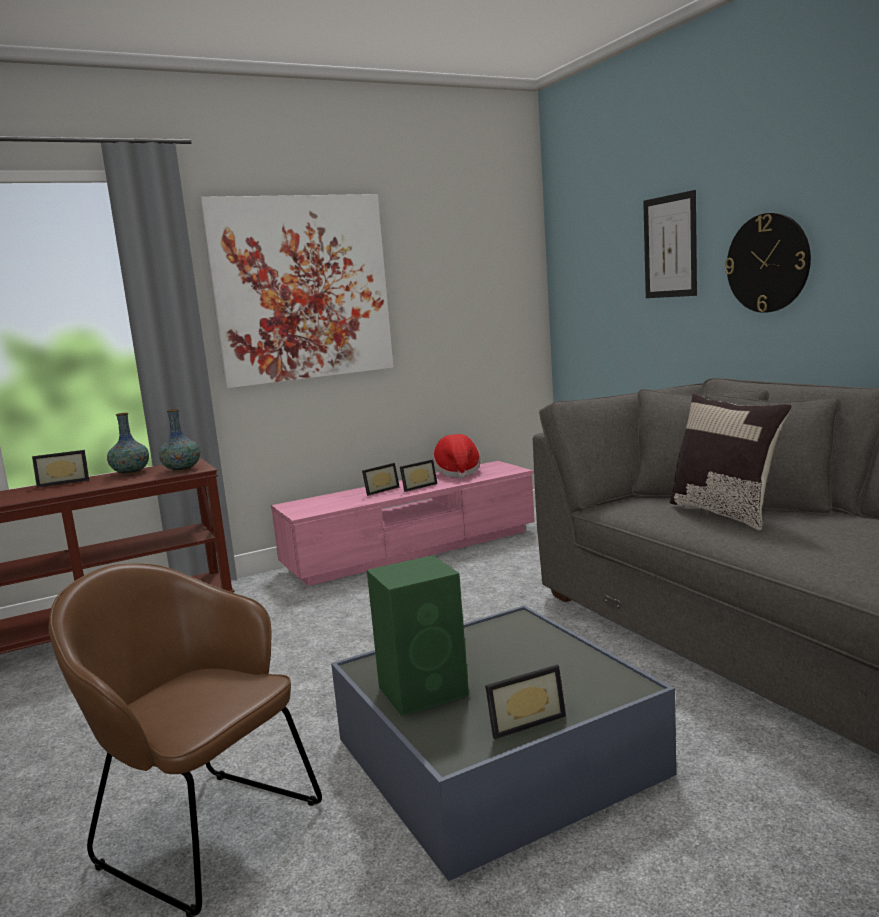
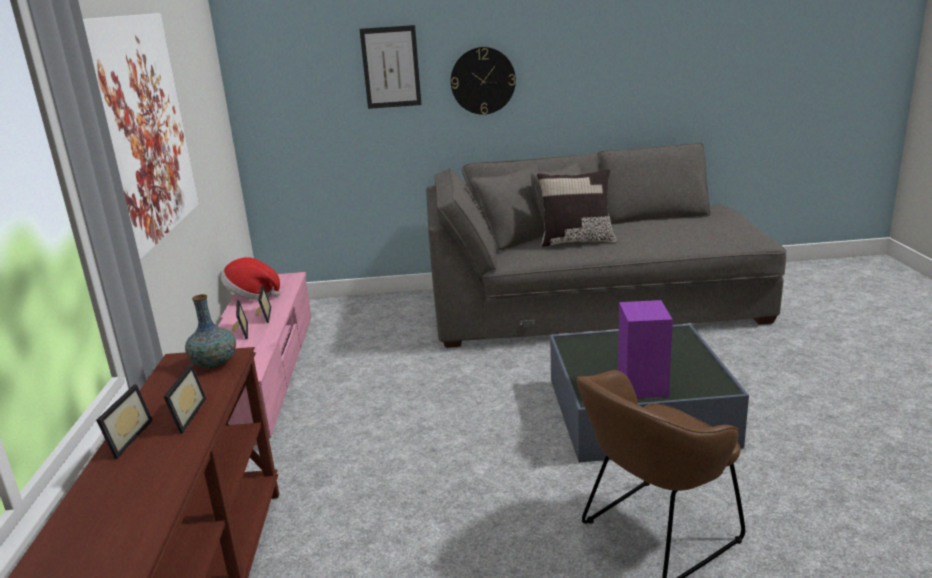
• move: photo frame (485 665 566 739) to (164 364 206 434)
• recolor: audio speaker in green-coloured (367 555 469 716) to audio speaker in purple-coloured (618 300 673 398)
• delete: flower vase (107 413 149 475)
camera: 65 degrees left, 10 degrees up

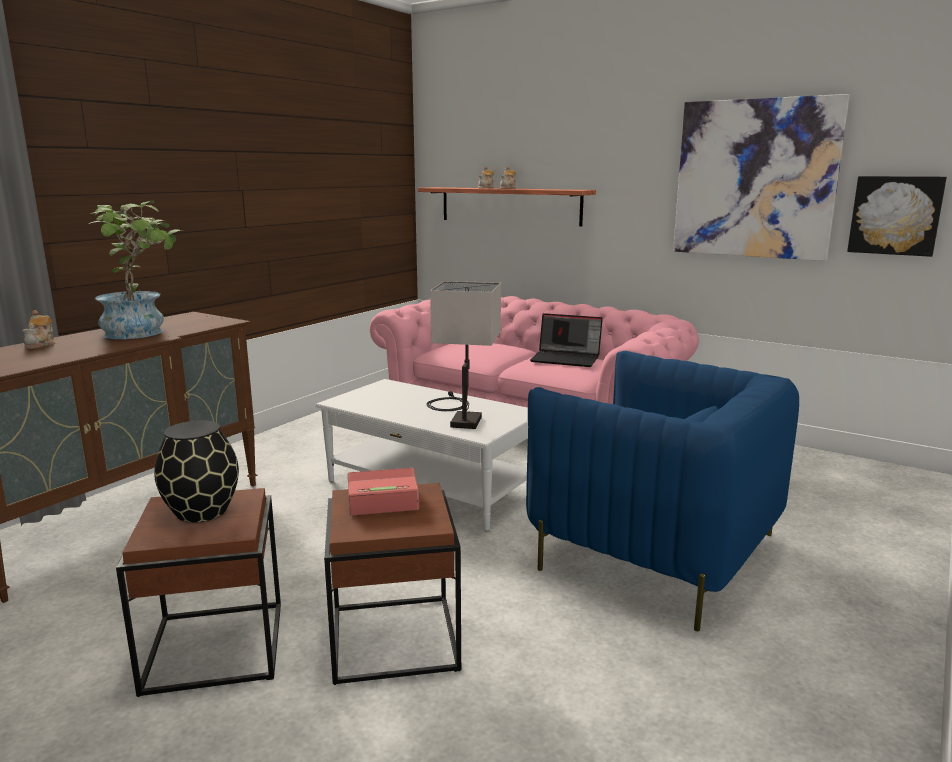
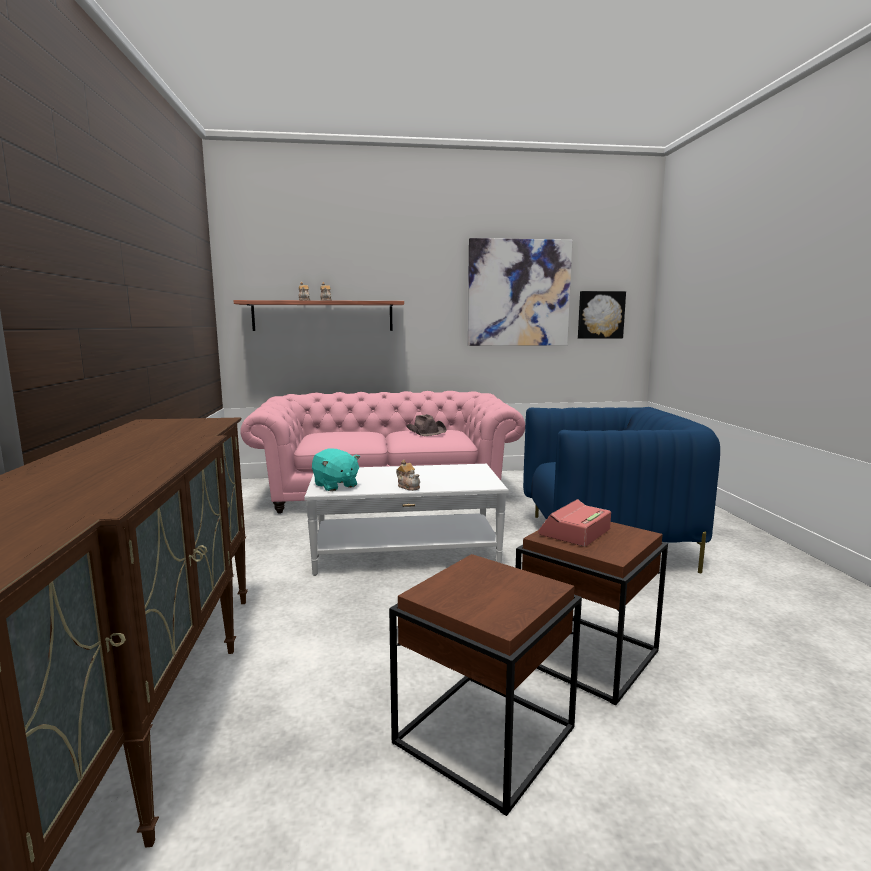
• insert: cuddly toy in turquoise (312 448 360 491)
• move: tea pot (22 310 55 349) to (396 460 420 491)
• replace: portable computer (530 313 603 367) to hat in brown-coloured (406 414 447 436)
• delete: plant in a pot (89 200 184 339)
• delete: flower vase in black (154 420 239 523)
• delete: lamp for a table (426 281 501 429)
camera: 40 degrees left, 5 degrees down

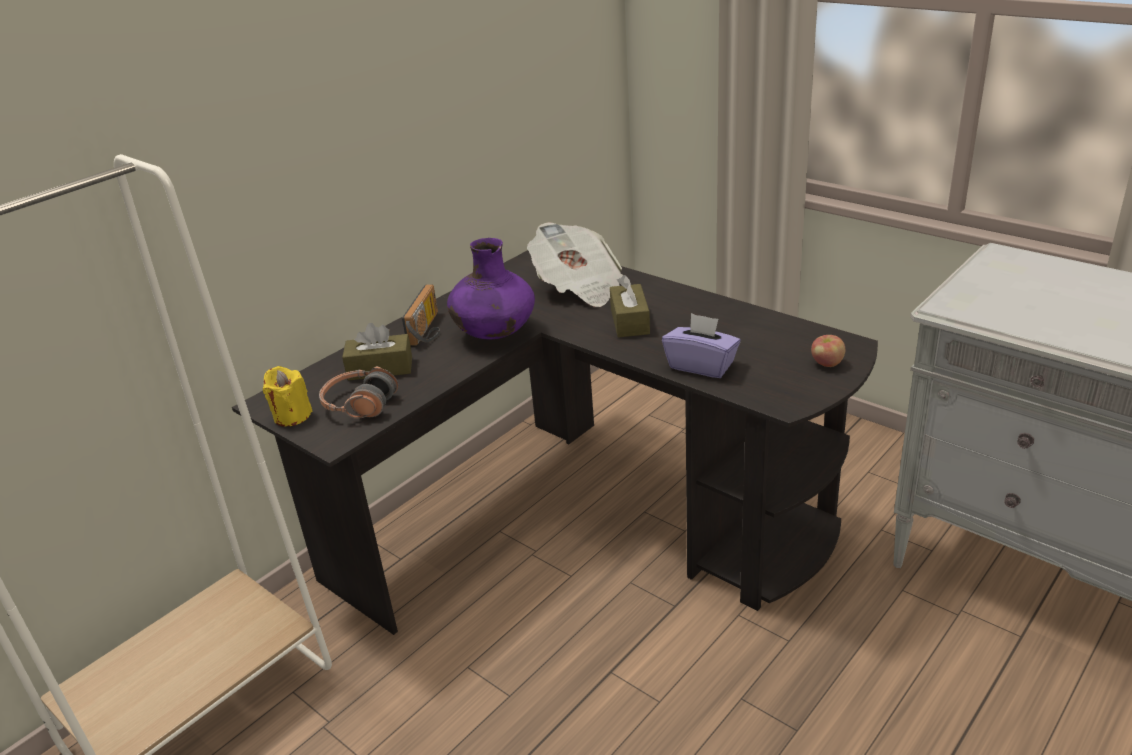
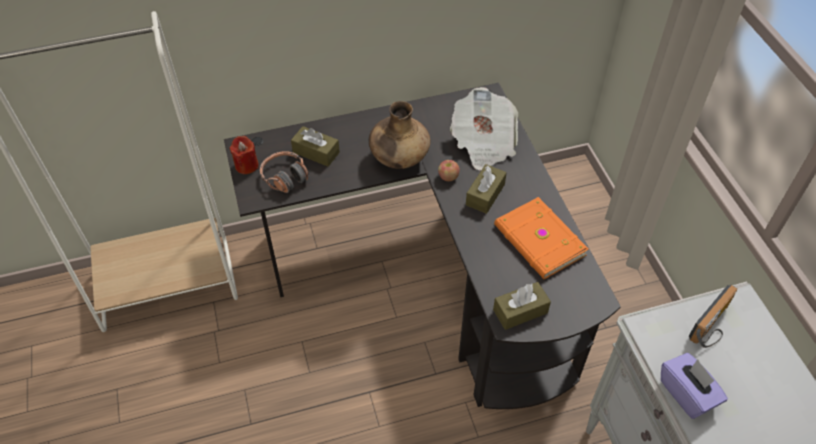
• recolor: candle in yellowish (262 366 312 426) to candle in red-coloured (229 136 259 174)
• recolor: flower vase in purple-coloured (447 238 535 339) to flower vase in brown-coloured (369 101 430 169)
• move: apple (811 335 845 367) to (438 160 460 181)
• insert: tissue box in brown-coloured (493 282 551 330)
• insert: volume in orange (494 197 589 279)
• move: tissue box in purple-coloured (662 313 741 378) to (661 353 728 419)
• move: radio set (402 284 440 346) to (689 285 738 348)
camera: 30 degrees right, 20 degrees up

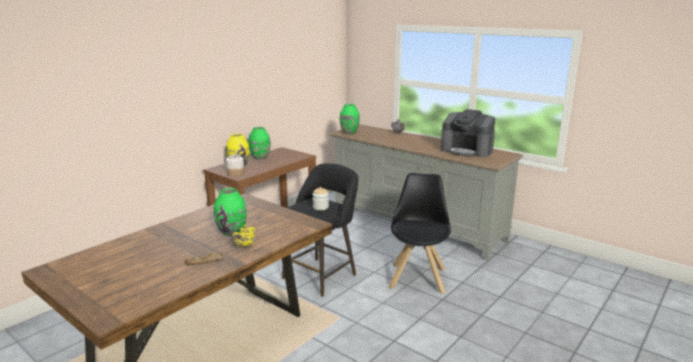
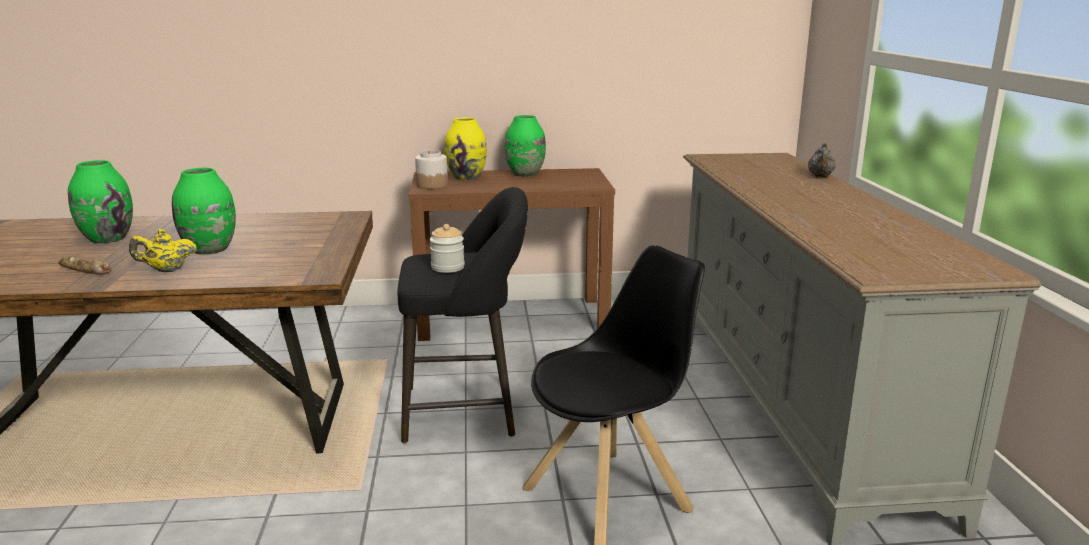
• move: flower vase in green-coloured (340 104 360 134) to (68 160 133 244)
• delete: coffee machine (441 109 495 157)
camera: 45 degrees right, 0 degrees up

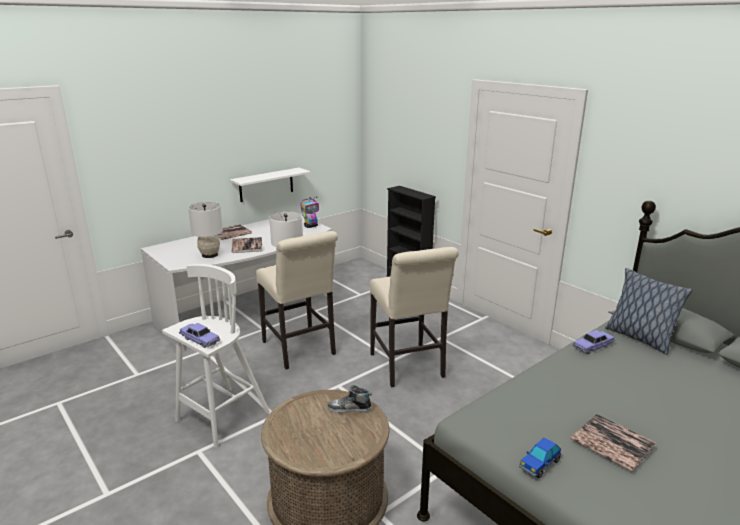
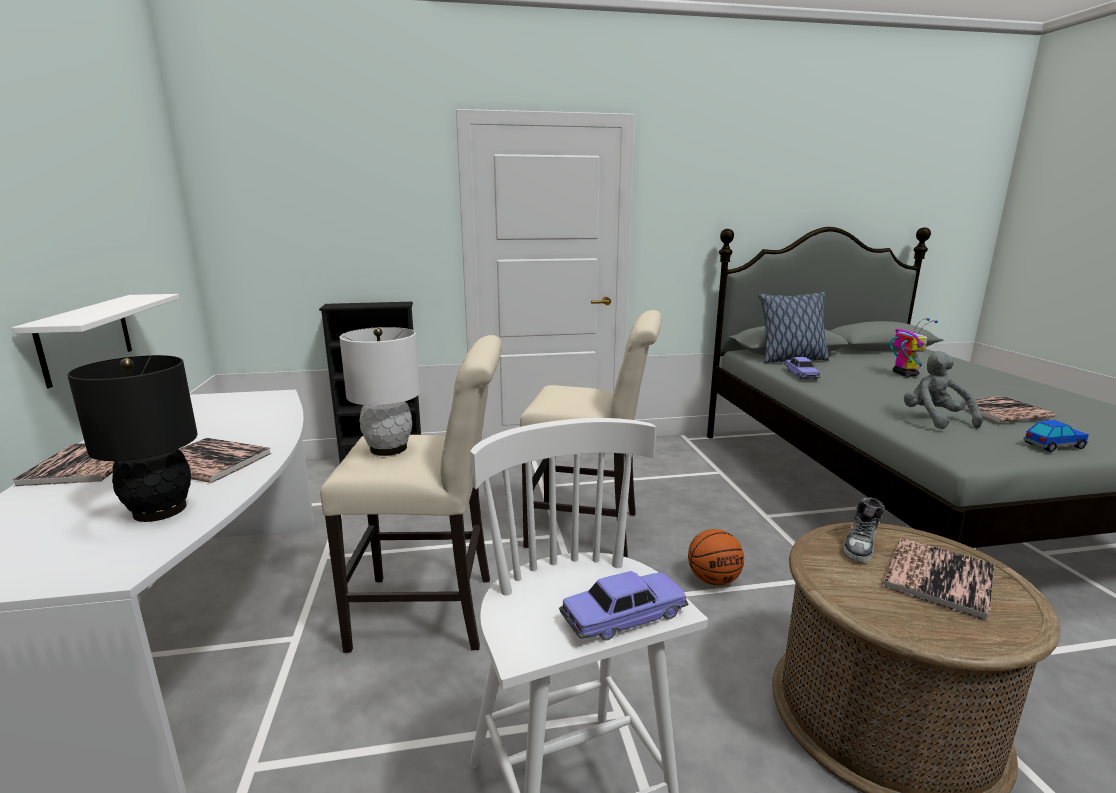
• recolor: lamp for a table in whitish (188 202 223 258) to lamp for a table in black (67 355 198 522)
• insert: ball for basketball (688 529 744 586)
• insert: volume (882 538 995 621)
• move: toy robot (301 197 319 228) to (890 318 938 377)
• insert: cuddly toy in gray (904 351 983 429)
• rotate: toy car (519 437 561 478) = (1023 420 1089 452) 90 degrees counterclockwise
camera: 60 degrees left, 5 degrees down

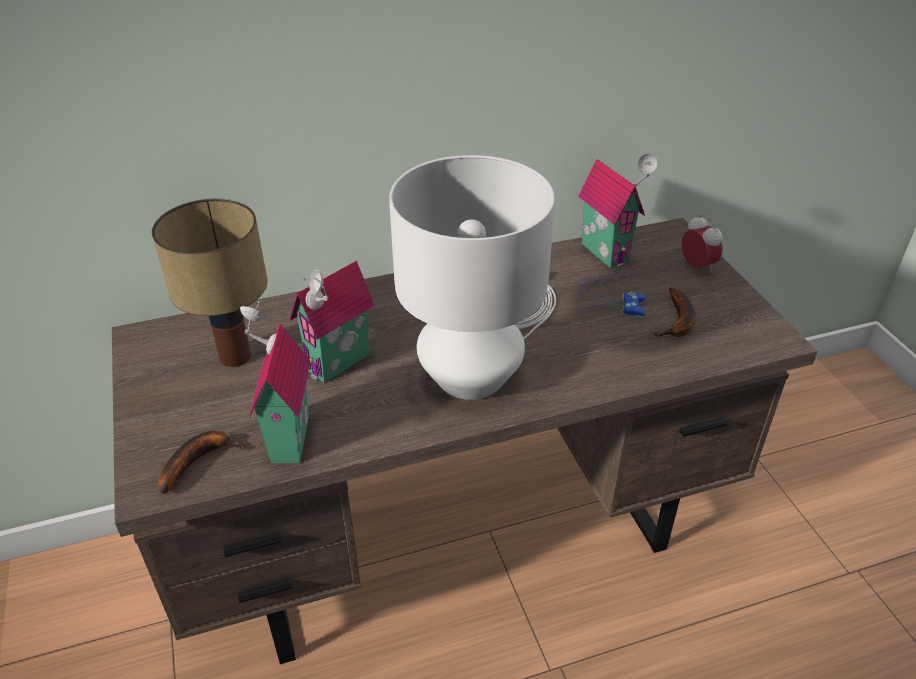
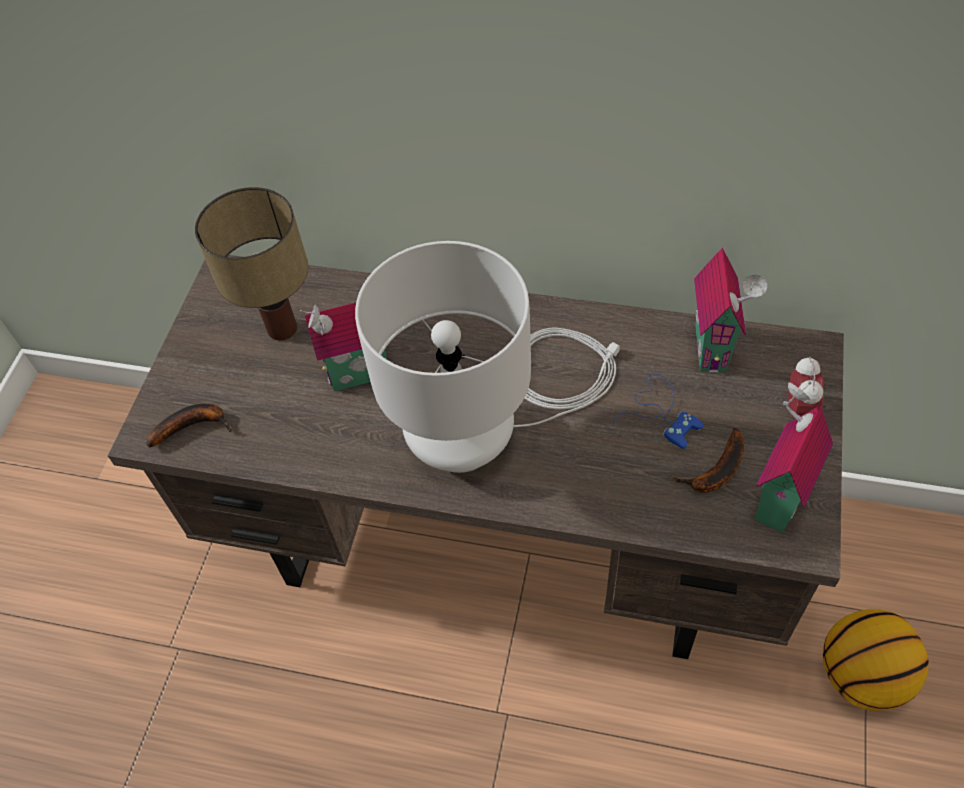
• move: toy house (240 301 310 464) to (755 381 833 533)
• insert: ball for basketball (823 609 929 711)
camera: 35 degrees right, 15 degrees up

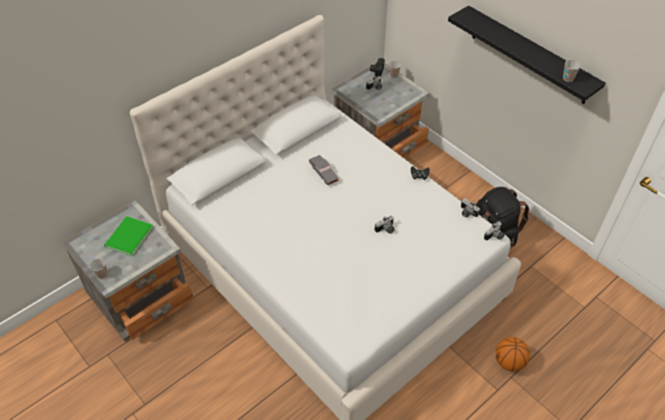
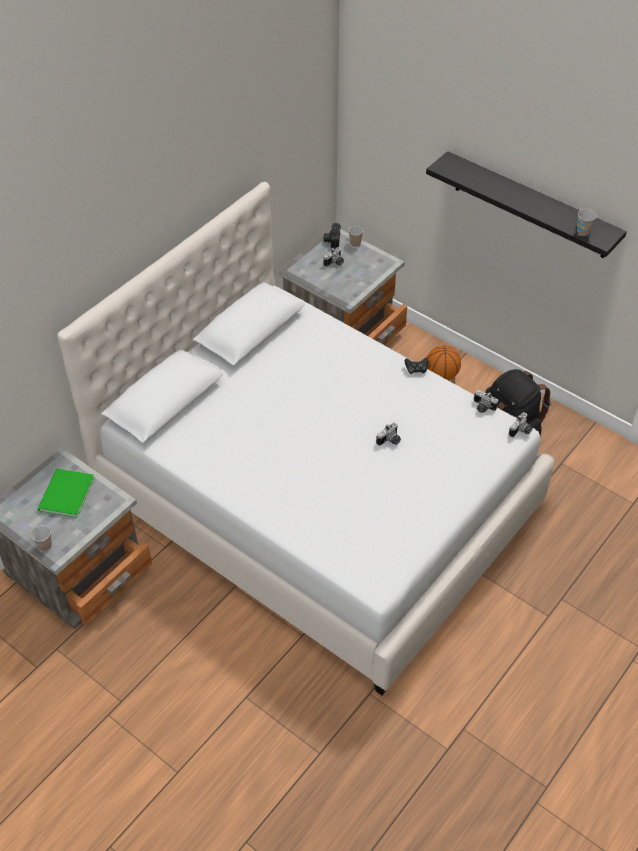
• move: ball for basketball (495 337 530 372) to (427 345 461 380)
• delete: toy car in gray (309 155 339 185)
camera: 10 degrees left, 0 degrees up

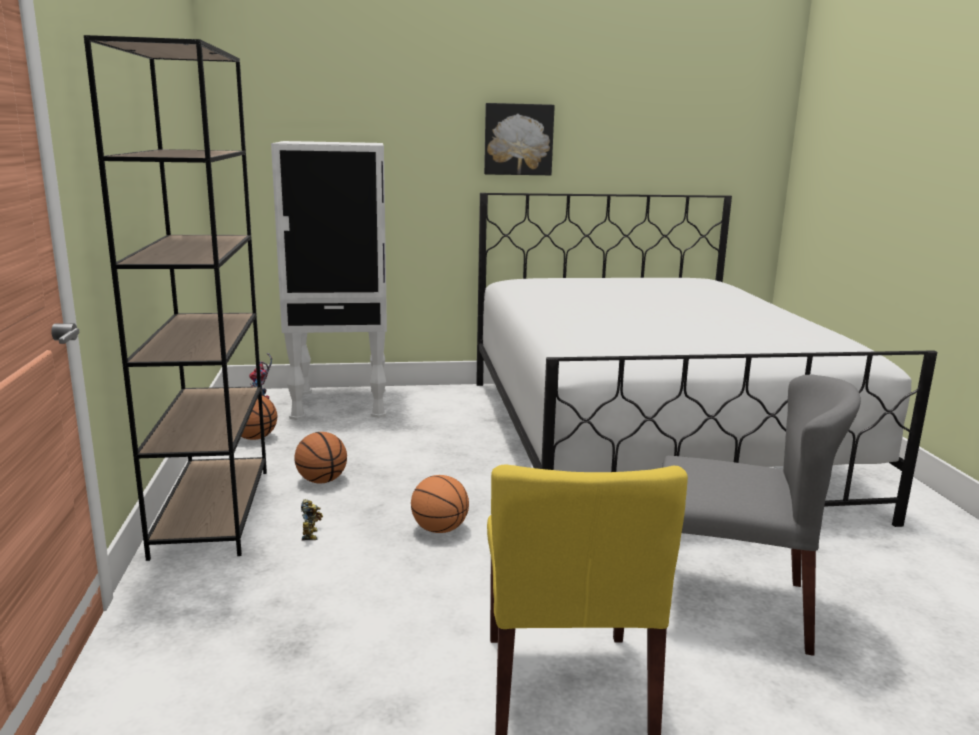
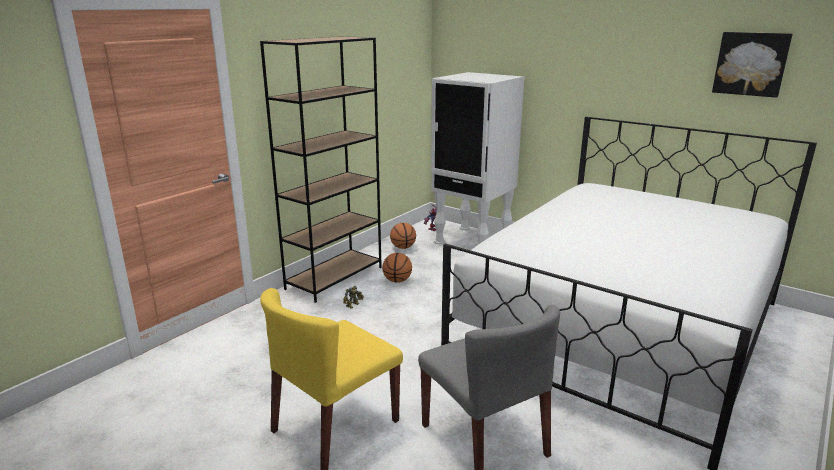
• move: wall picture (484 103 555 175) to (712 32 793 98)
• delete: ball for basketball (411 475 469 533)
camera: 45 degrees right, 5 degrees up

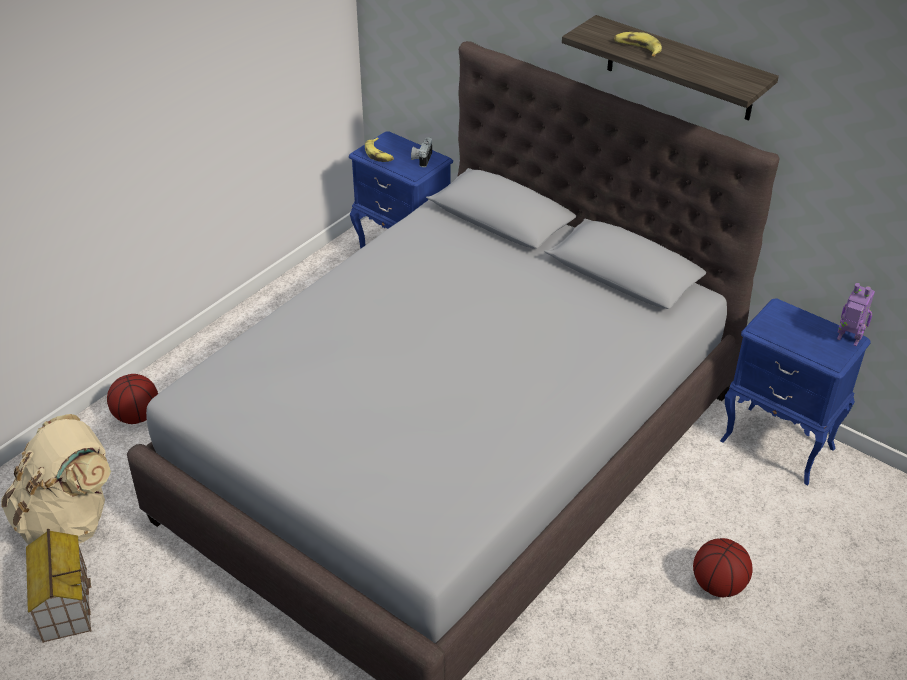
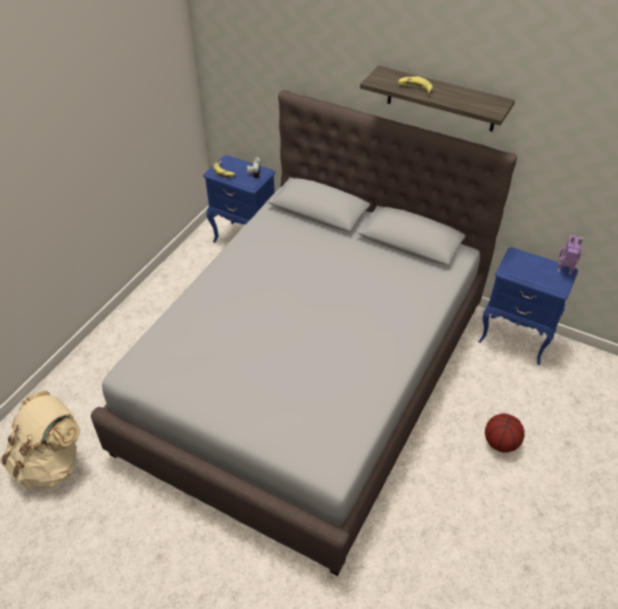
• delete: toy house (26 529 92 643)
• delete: ball for basketball (107 374 158 424)
camera: 10 degrees left, 5 degrees up

